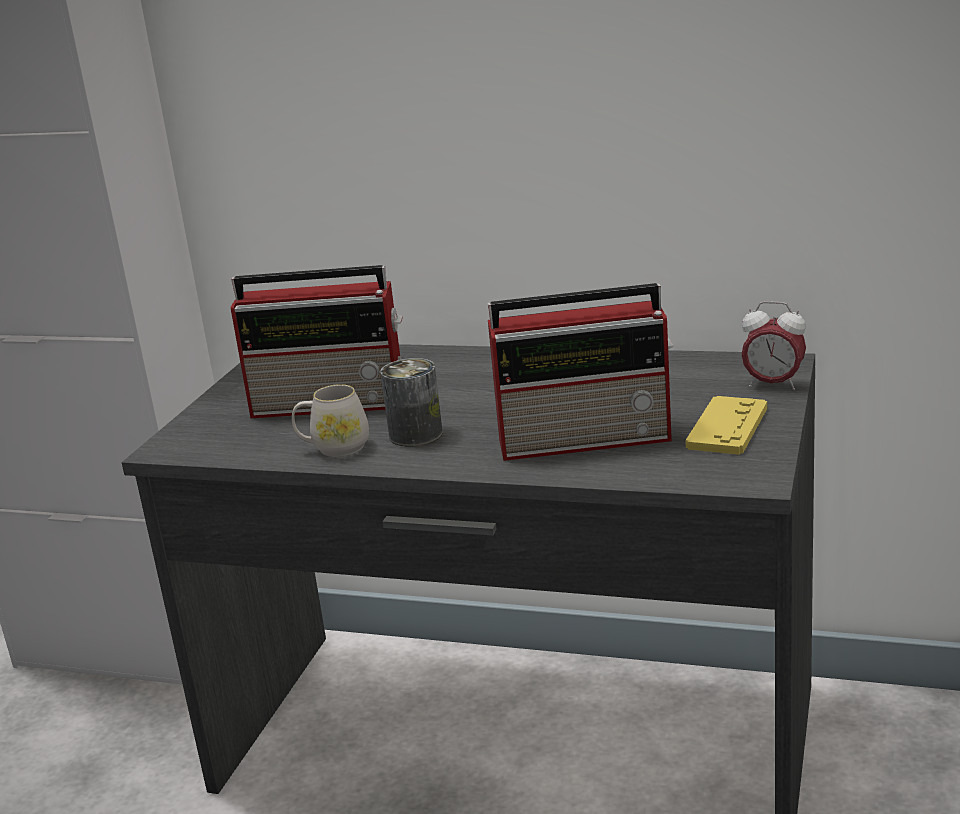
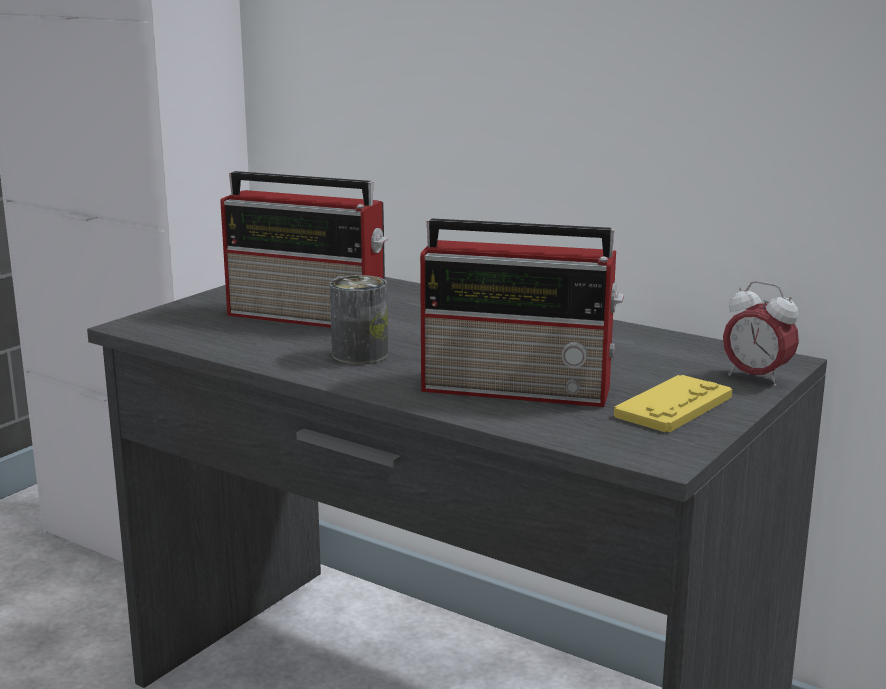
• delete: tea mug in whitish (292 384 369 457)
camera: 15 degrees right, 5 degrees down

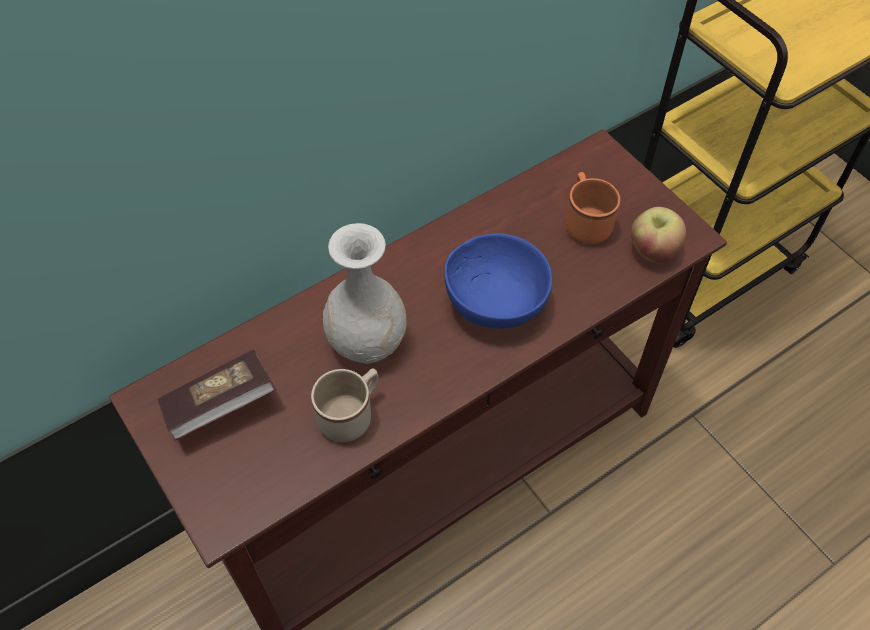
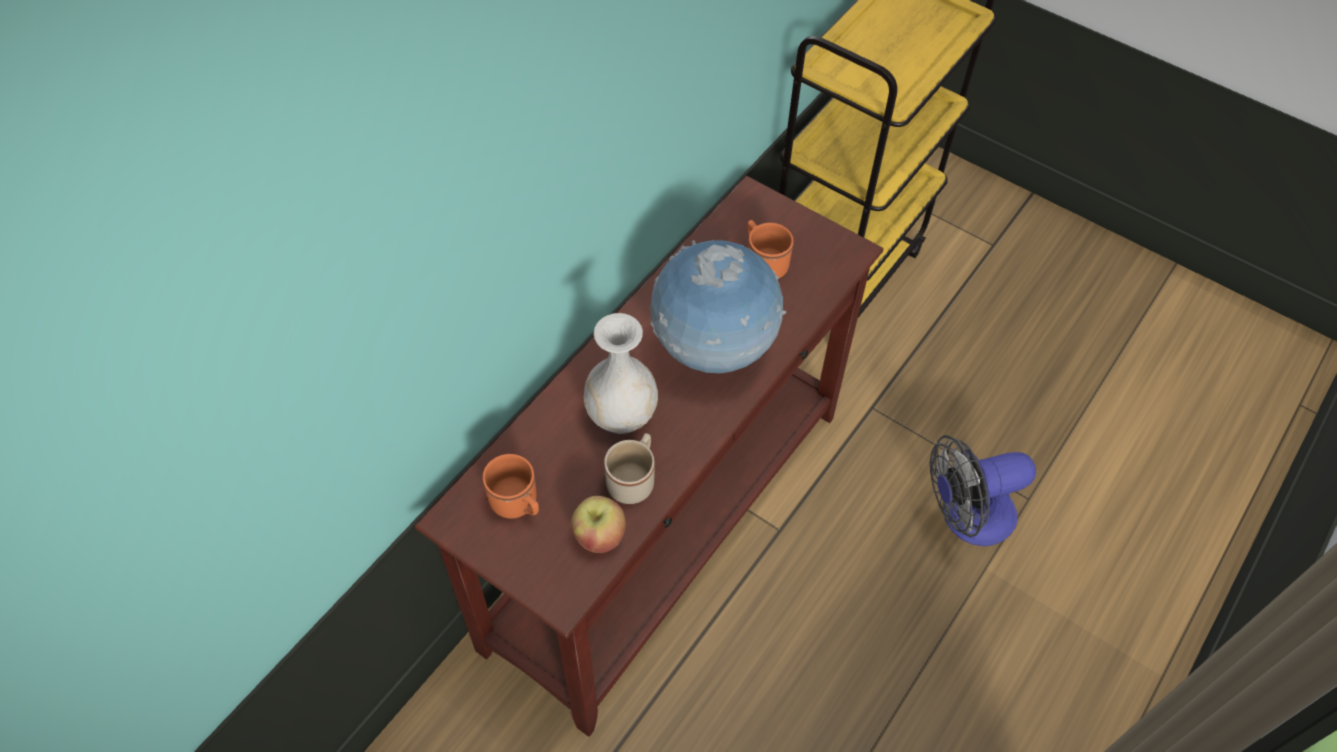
• replace: volume (158 350 276 440) to tea mug in orange (482 454 539 519)
• move: apple (631 207 686 263) to (571 496 626 553)
• replace: serving bowl in blue-coloured (444 233 552 328) to desk globe (650 240 786 373)
• insert: cooling fan (930 435 1036 546)
camera: 20 degrees left, 0 degrees up

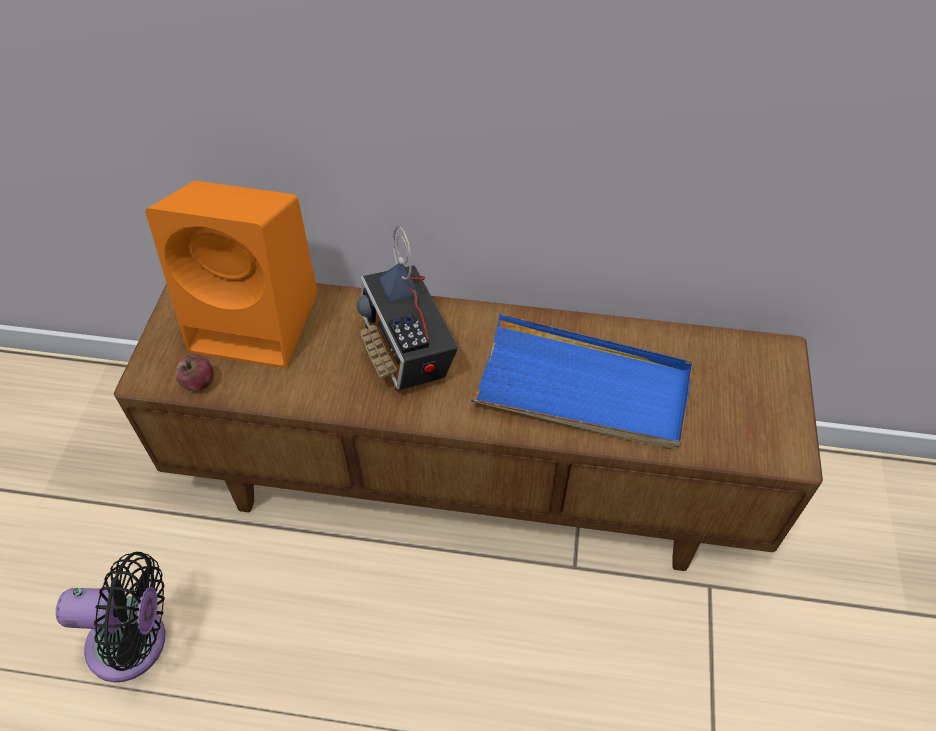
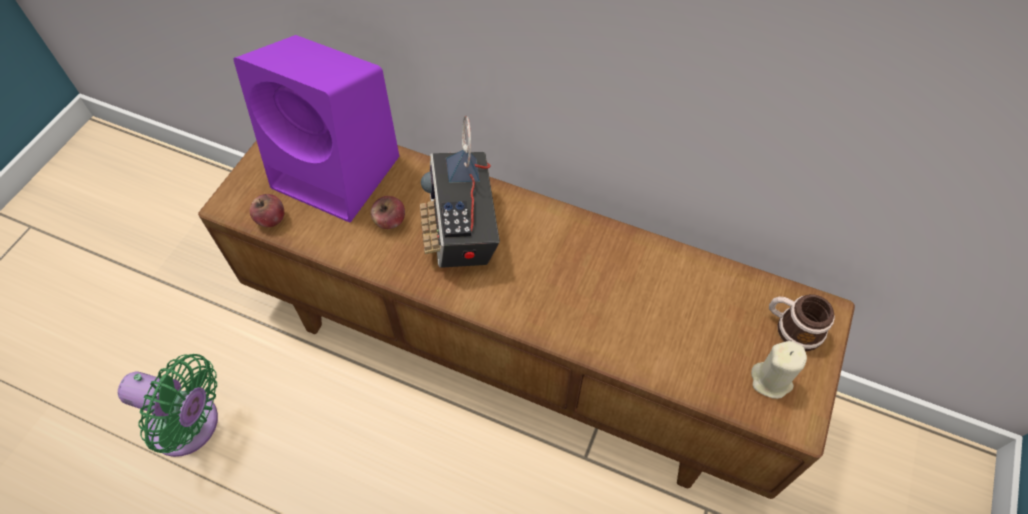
• recolor: cooling fan in black (56 552 165 682) to cooling fan in green-coloured (118 354 218 457)
• recolor: audio speaker in orange (145 181 318 368) to audio speaker in purple-coloured (233 35 399 223)
• insert: apple (370 196 405 229)
• insert: candle in beige-coloured (751 341 807 399)
• insert: tea mug (769 294 835 351)
• delete: serving tray in blue-coloured (471 314 693 450)
camera: 15 degrees right, 5 degrees up

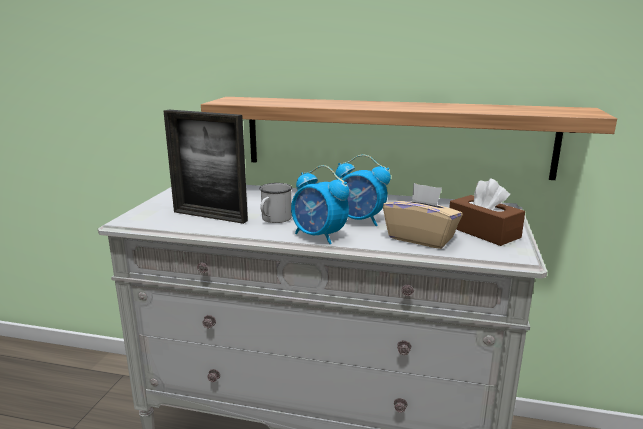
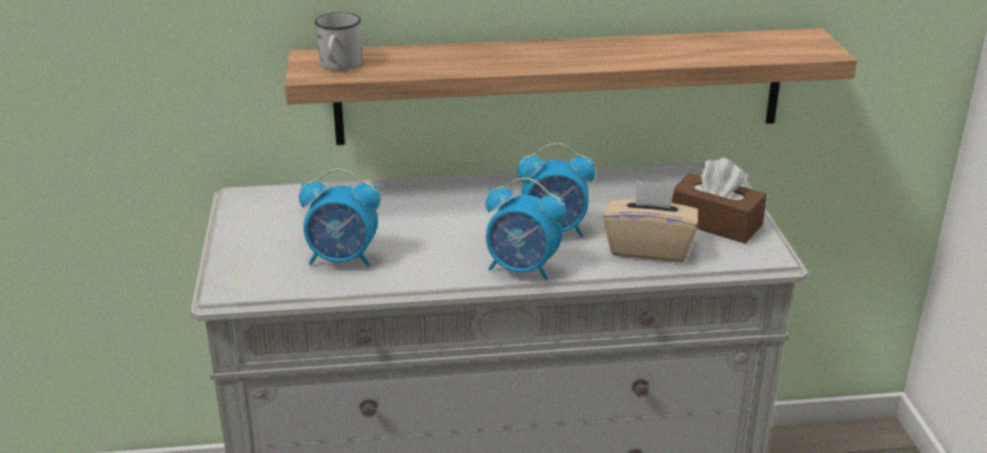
• replace: photo frame (164 110 248 224) to table clock (299 168 381 267)
• move: tea mug in whitish (259 183 292 223) to (315 12 361 71)
camera: 20 degrees left, 10 degrees up

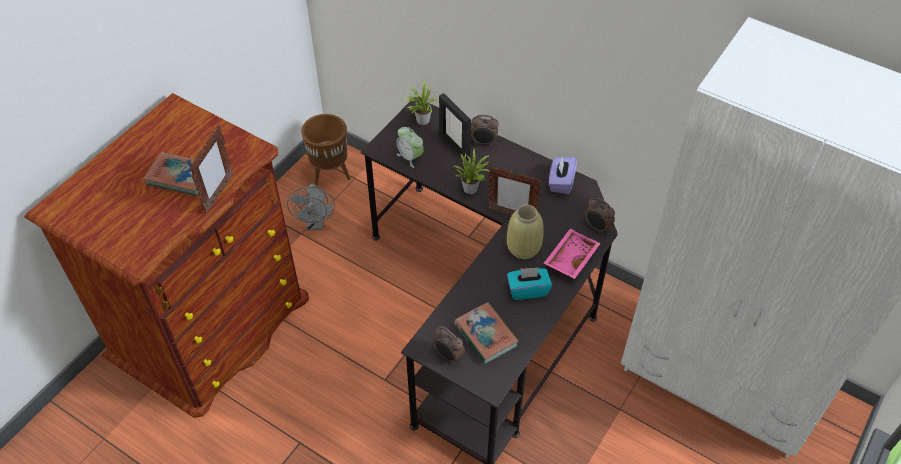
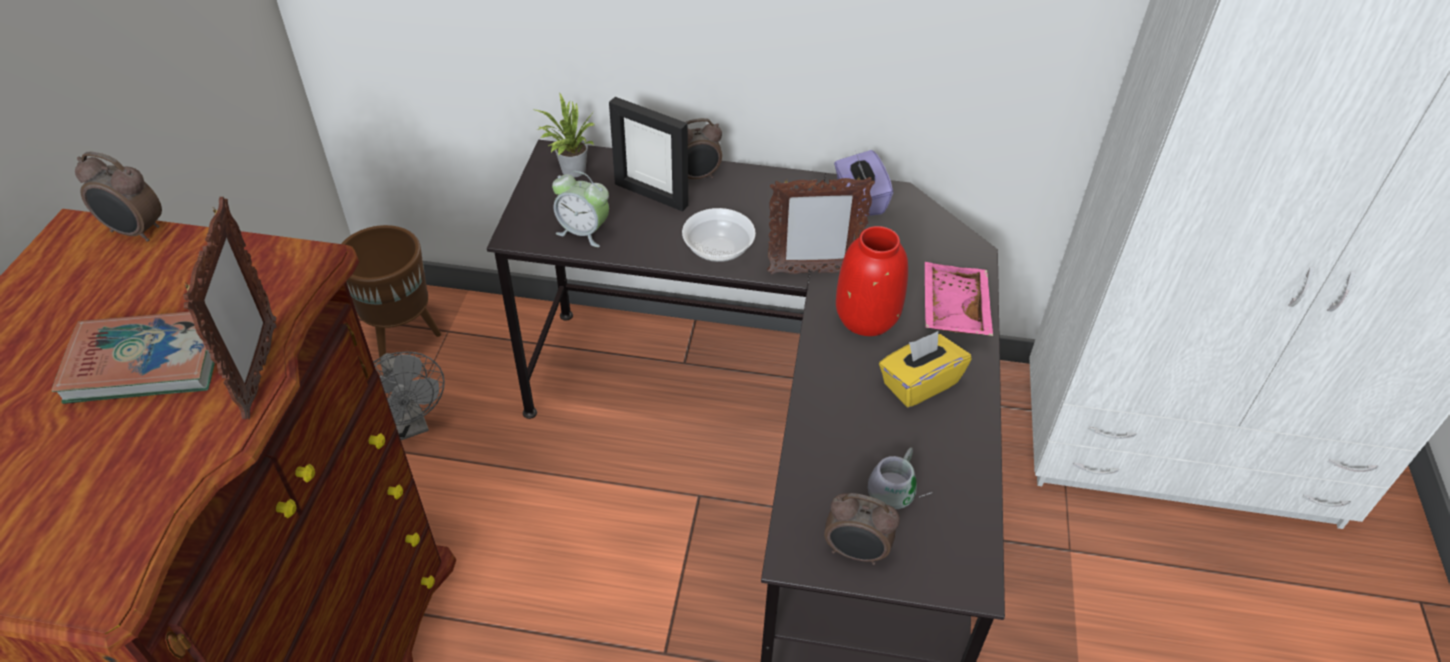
• move: table clock (585 197 615 234) to (75 152 162 242)
• replace: plant in a pot (454 149 489 194) to serving bowl (682 208 756 262)
• recolor: flower vase in beige-coloured (507 205 544 259) to flower vase in red-coloured (836 226 908 336)
• replace: volume (454 302 519 364) to tea mug in gray (868 447 932 509)
• recolor: tissue box in turquoise (507 267 552 300) to tissue box in yellowish (879 331 972 408)
camera: 25 degrees left, 5 degrees down

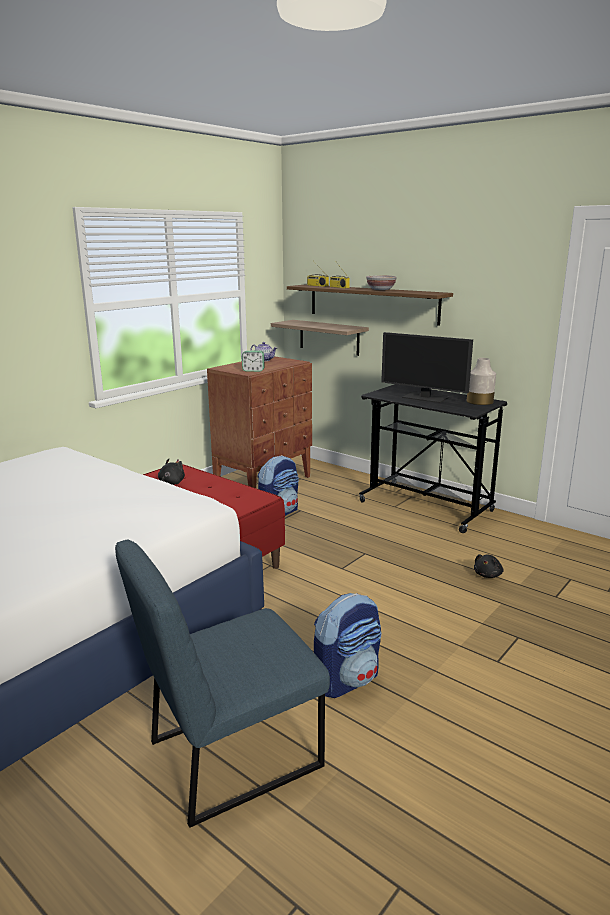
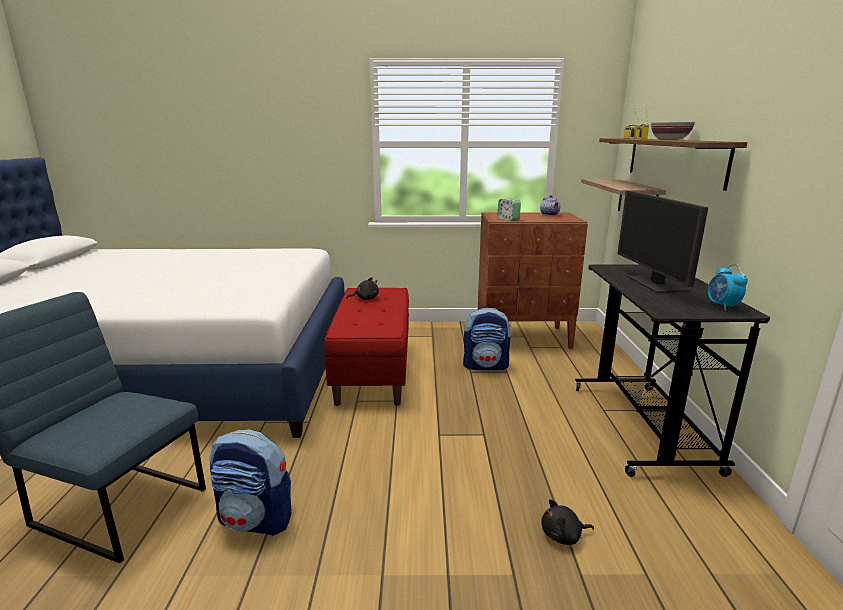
• replace: flower vase in beige-coloured (467 358 496 405) to table clock (708 264 748 311)
camera: 50 degrees right, 0 degrees up

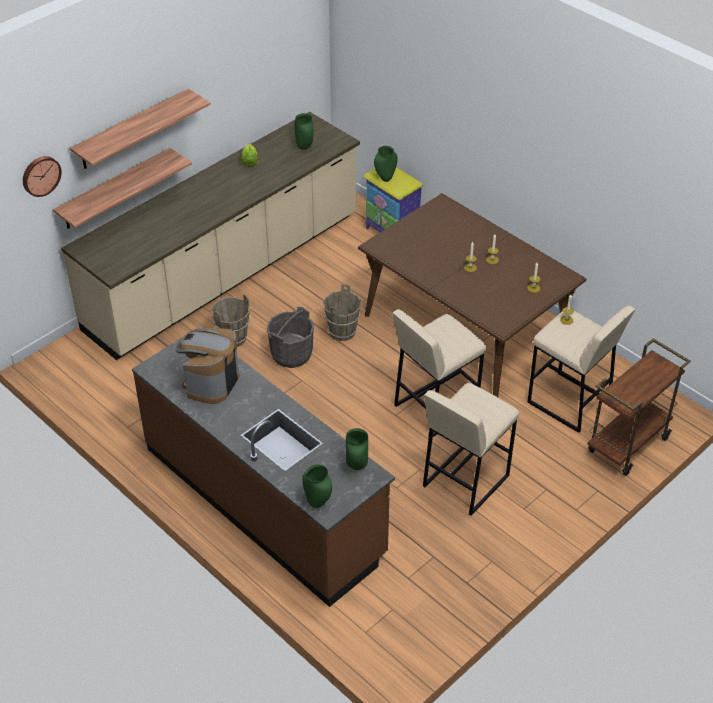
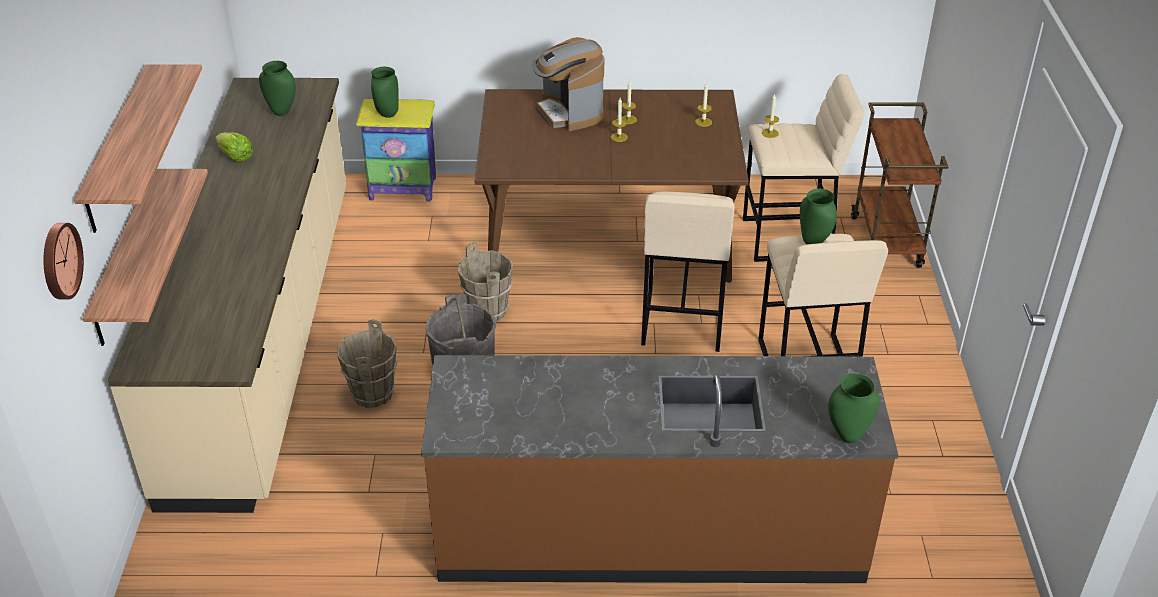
• move: coffee machine (176 328 239 404) to (532 37 604 131)
• move: flower vase in green-coloured (346 428 368 470) to (800 189 837 245)
camera: 45 degrees left, 5 degrees down

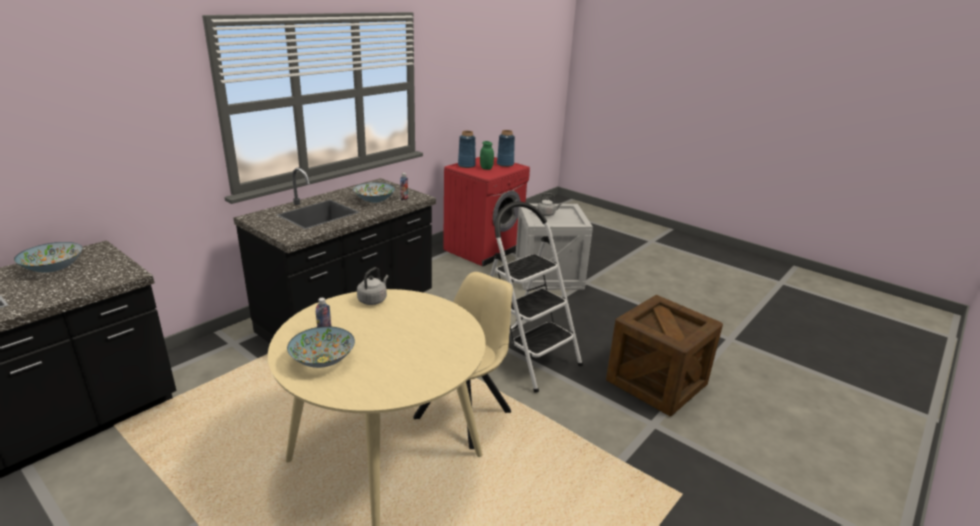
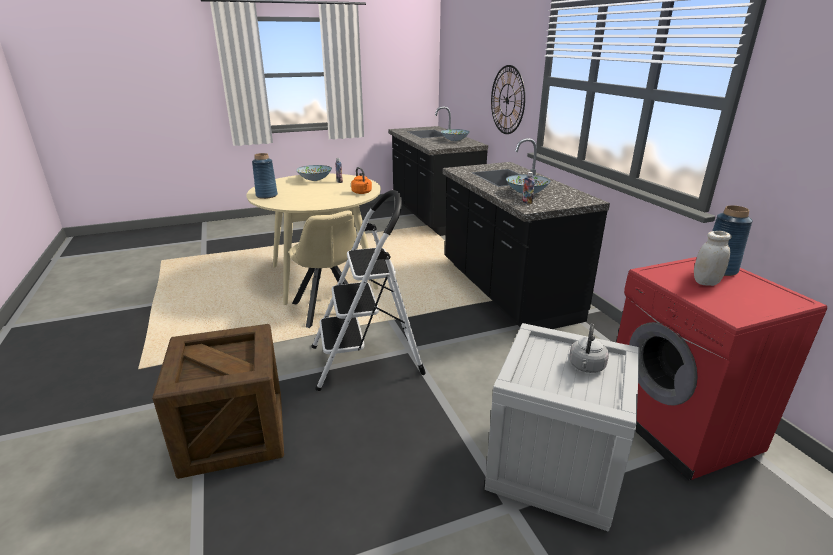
• move: flower vase in blue-coloured (497 130 515 167) to (252 153 278 199)
• recolor: kettle in gray (357 267 389 305) to kettle in orange (351 167 372 194)
• insert: wall clock (491 65 525 134)
• recolor: jar in green-coloured (480 141 494 170) to jar in whitish (694 231 732 286)
camera: 120 degrees right, 0 degrees up

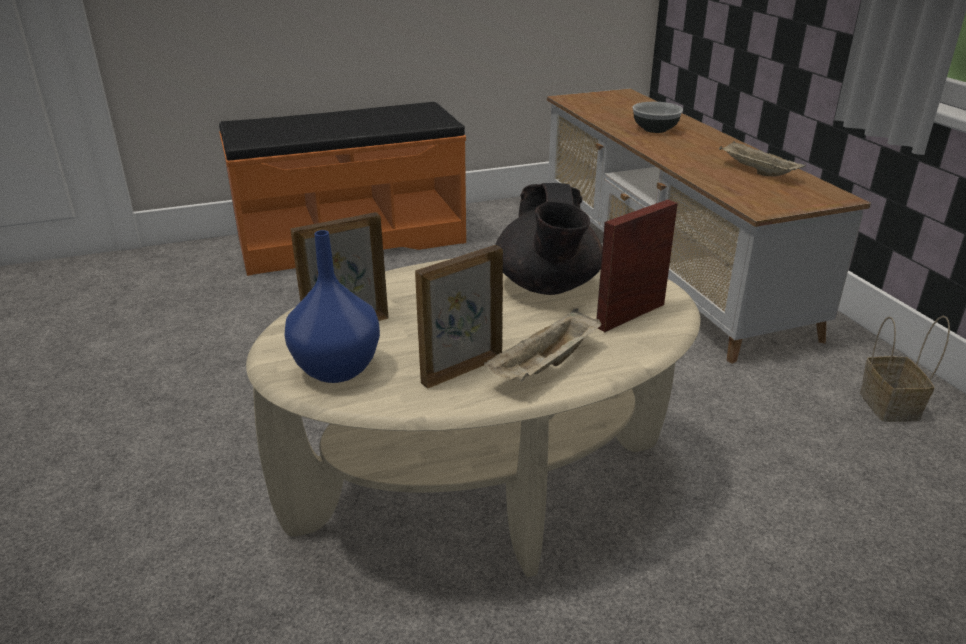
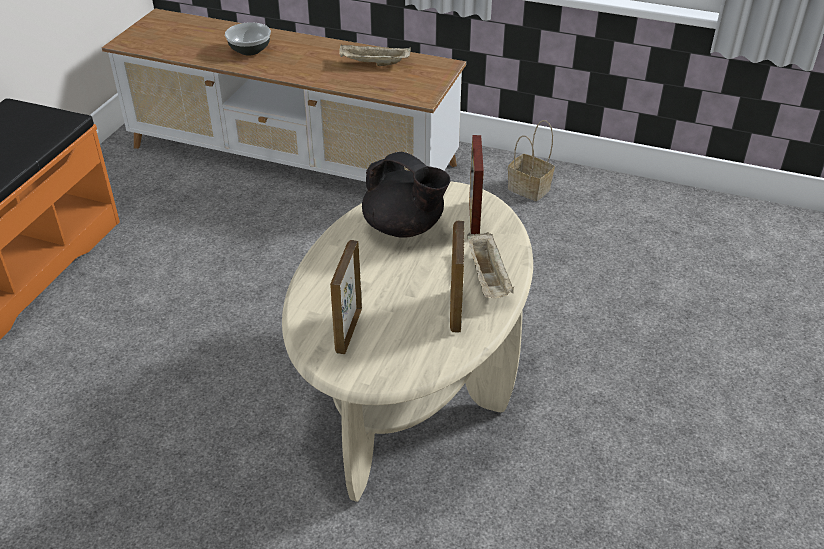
• delete: flower vase in blue-coloured (284 230 380 383)
camera: 50 degrees left, 10 degrees up

